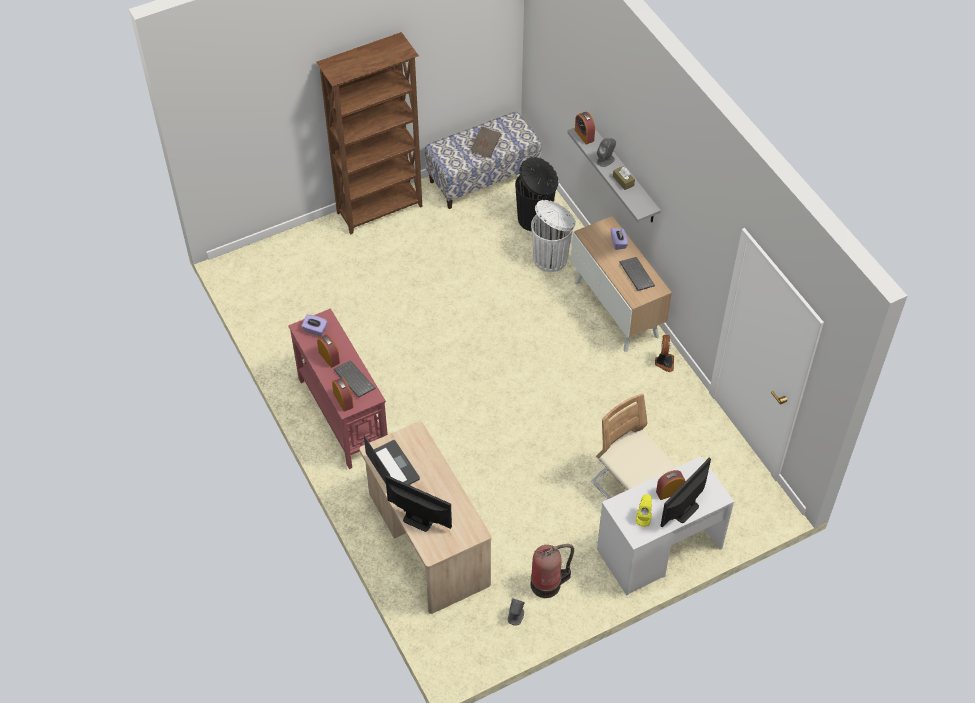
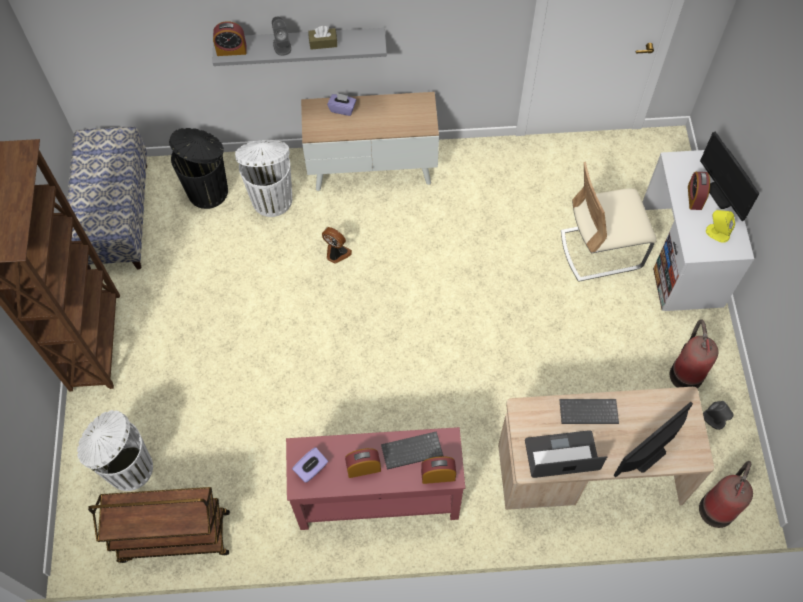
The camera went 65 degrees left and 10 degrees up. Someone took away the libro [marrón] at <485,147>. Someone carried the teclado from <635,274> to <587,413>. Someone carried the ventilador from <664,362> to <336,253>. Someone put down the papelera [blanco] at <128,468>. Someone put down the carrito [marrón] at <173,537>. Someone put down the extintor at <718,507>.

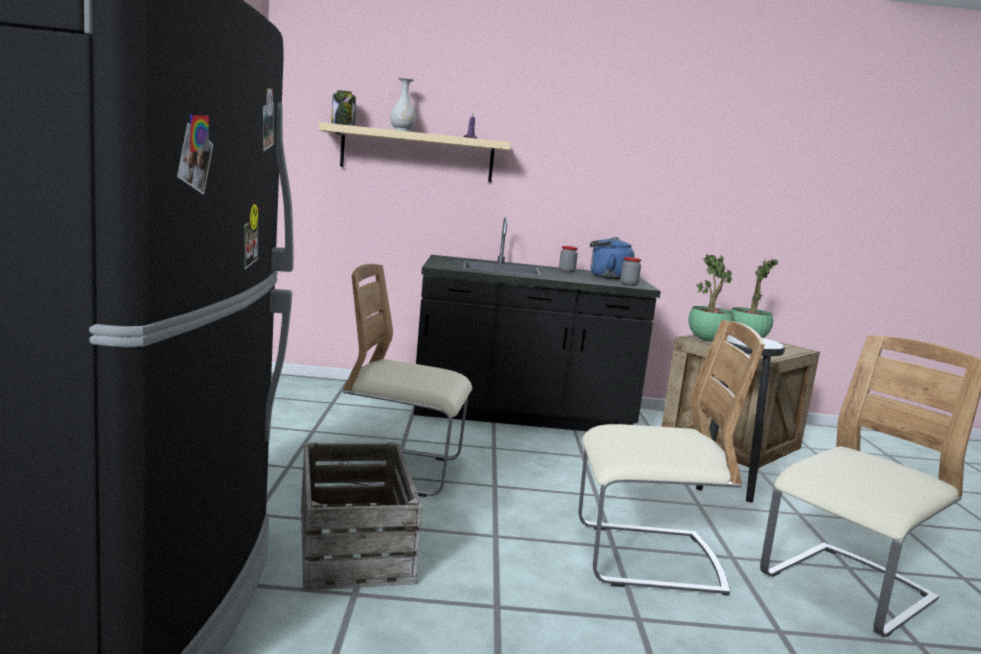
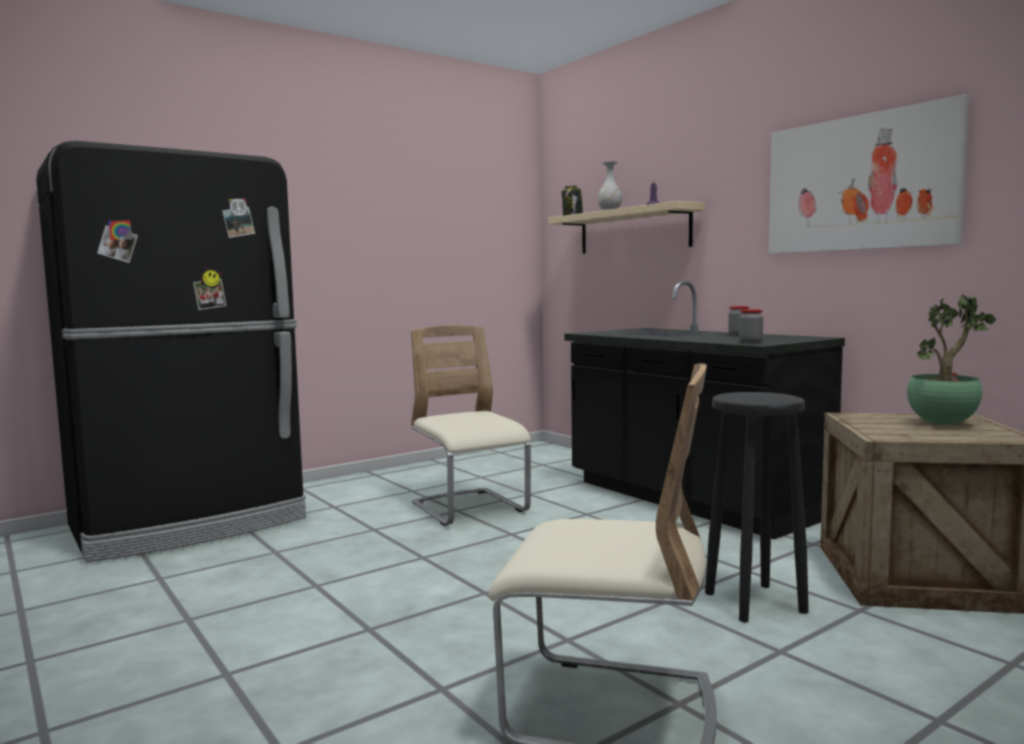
The camera went 55 degrees right and 5 degrees down. Someone took away the caja de embalaje at <352,544>. Someone took away the silla [beis] at <646,558>. Someone took away the hervidor [azul] at <606,277>. Someone took away the planta en maceta at <708,341>. Someone put up the cuadro at <859,183>.

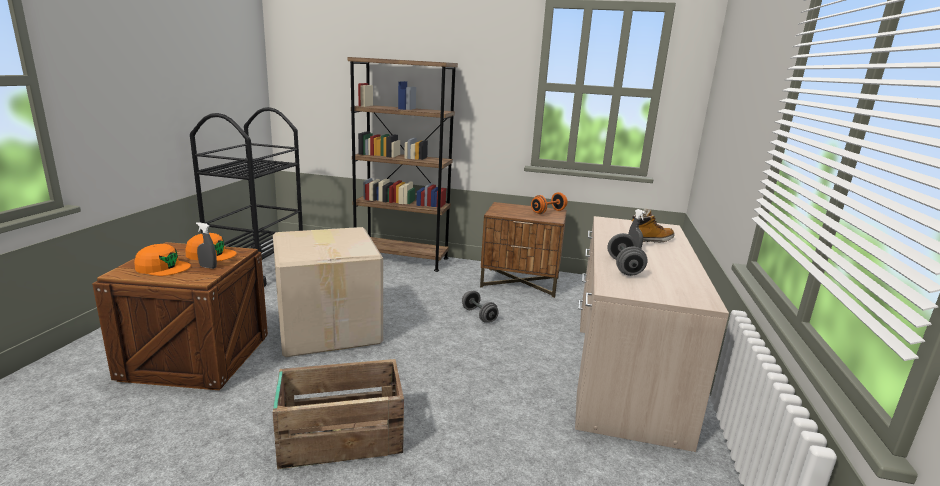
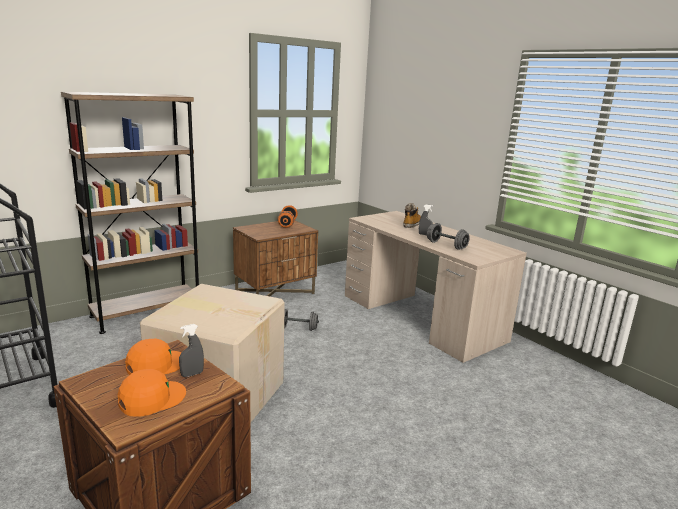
The camera went 50 degrees left and 0 degrees up. Someone took away the caja de embalaje at <339,437>.

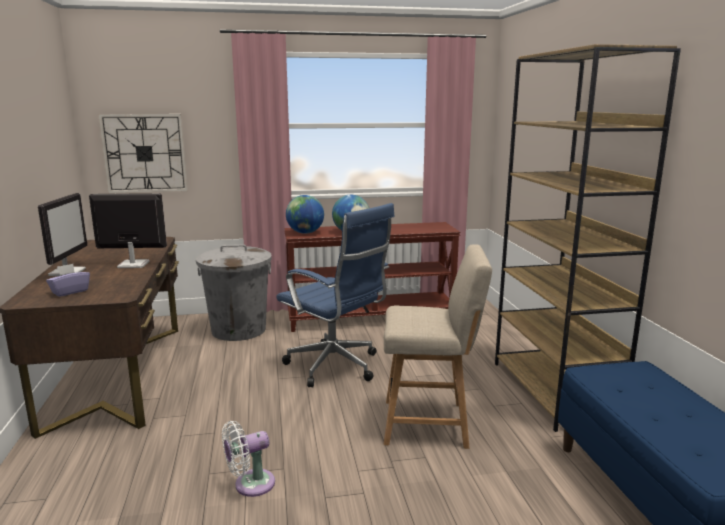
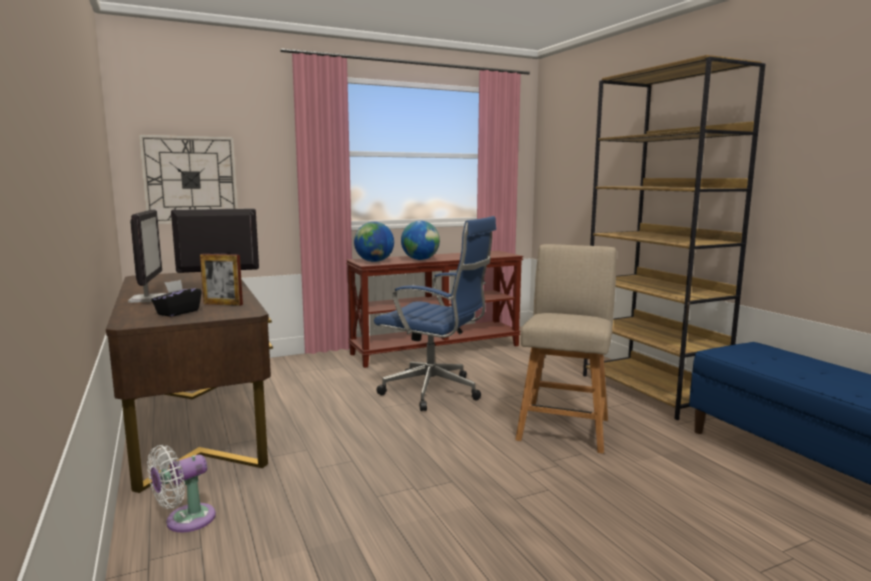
The camera went 15 degrees left and 5 degrees down. Someone repainted the caja de pañuelos [morado] at <70,291>, which became the caja de pañuelos [negro] at <178,312>. Someone took away the papelera [gris] at <238,330>. Someone carried the ventilador [blanco] from <250,484> to <185,521>. Someone rotated the silla [beis] at <430,423> by 60 degrees counterclockwise. Someone put down the portarretratos at <223,304>.

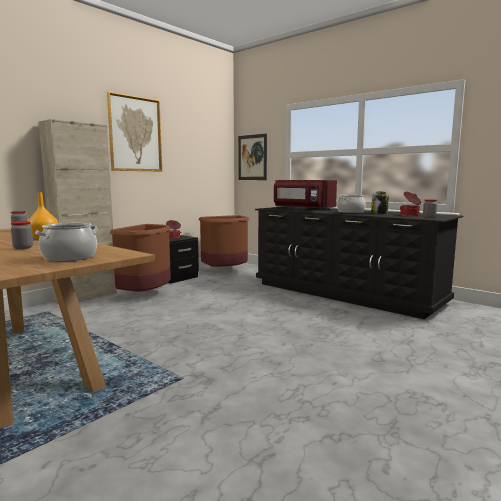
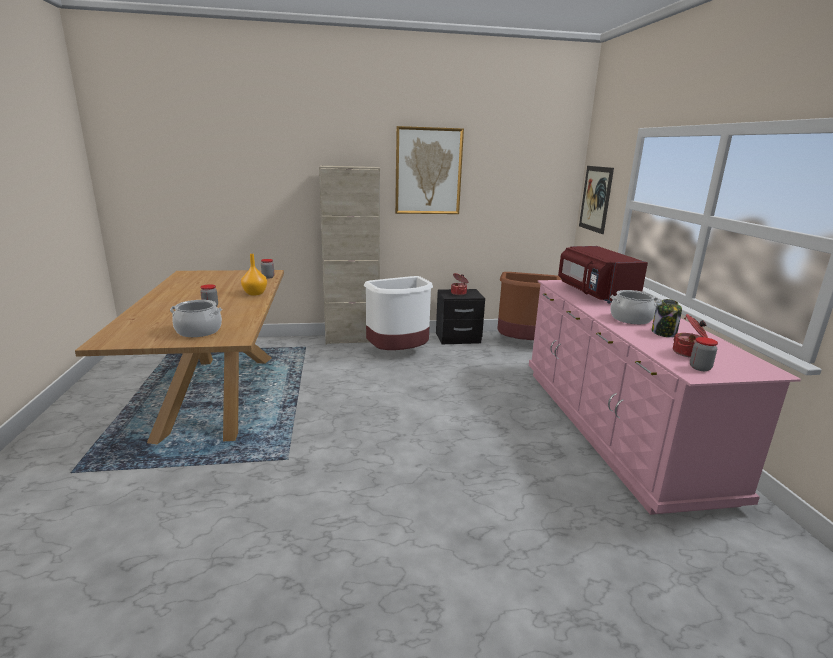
The camera went 40 degrees right and 10 degrees up. Someone repainted the papelera [marrón] at <146,295>, which became the papelera [blanco] at <399,352>. Someone repainted the cómoda [negro] at <345,293>, which became the cómoda [rosa] at <613,427>.

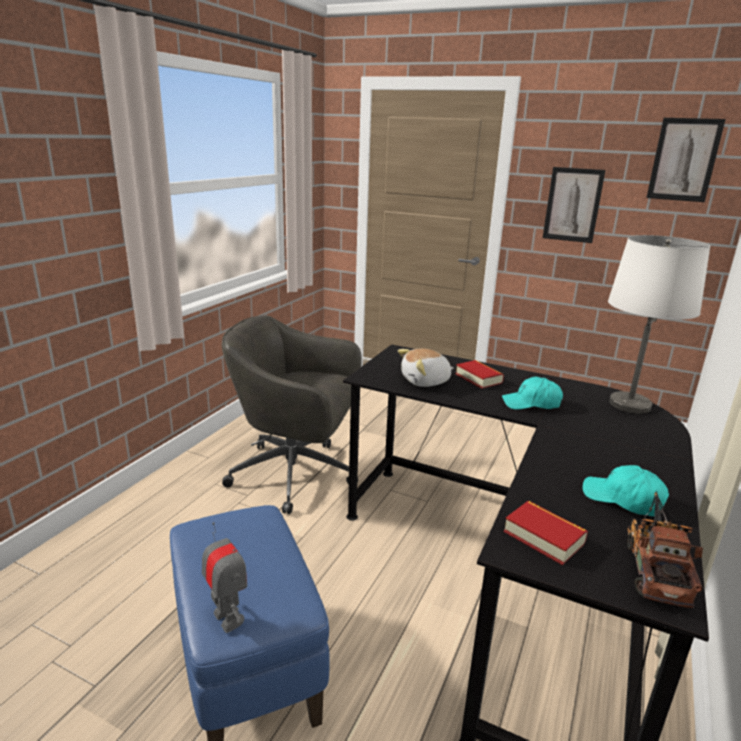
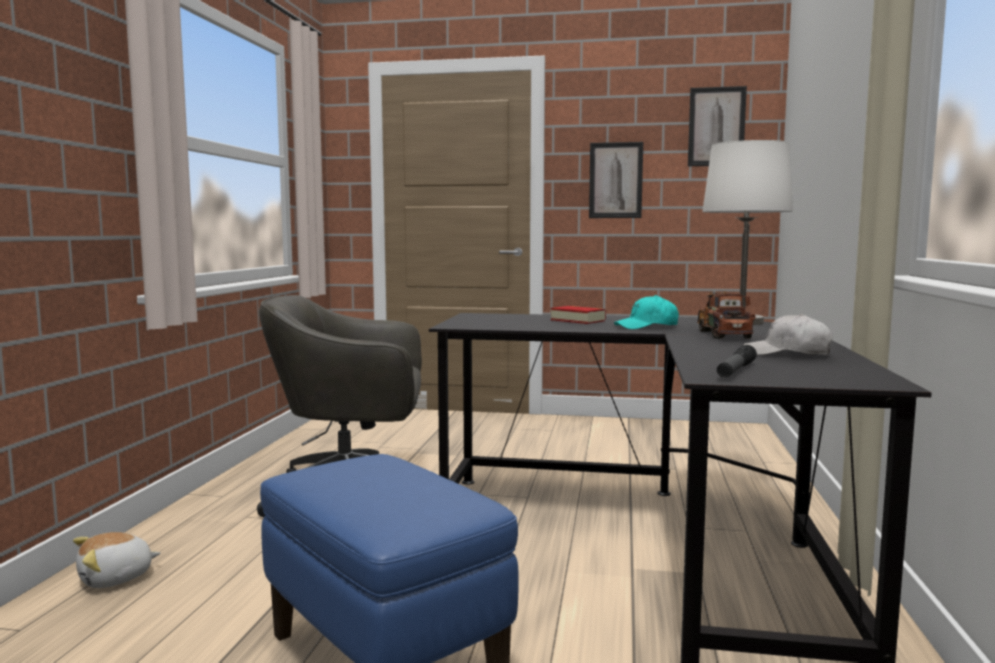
The camera went 15 degrees left and 15 degrees down. Someone took away the robot de juguete at <228,618>. Someone carried the peluche from <426,381> to <116,578>. Someone swapped the libro at <543,537> for the linterna at <736,371>. Someone repainted the gorra [turquesa] at <623,499>, which became the gorra [blanco] at <787,353>. Someone carried the camión de juguete from <655,566> to <722,333>.

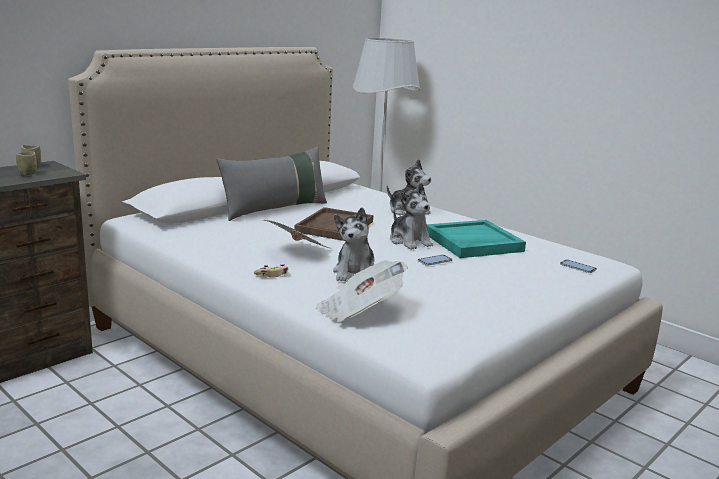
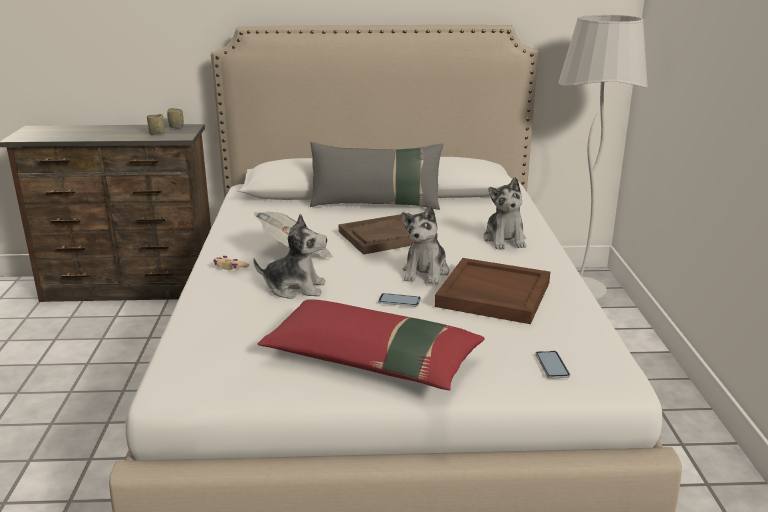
The camera went 45 degrees right and 5 degrees up. Someone took away the periódico at <359,311>. Someone rotated the peluche at <355,273> by 135 degrees counterclockwise. Someone repainted the bandeja [turquesa] at <473,242>, which became the bandeja [marrón] at <492,294>. Someone put down the cojín [rojo] at <371,360>.

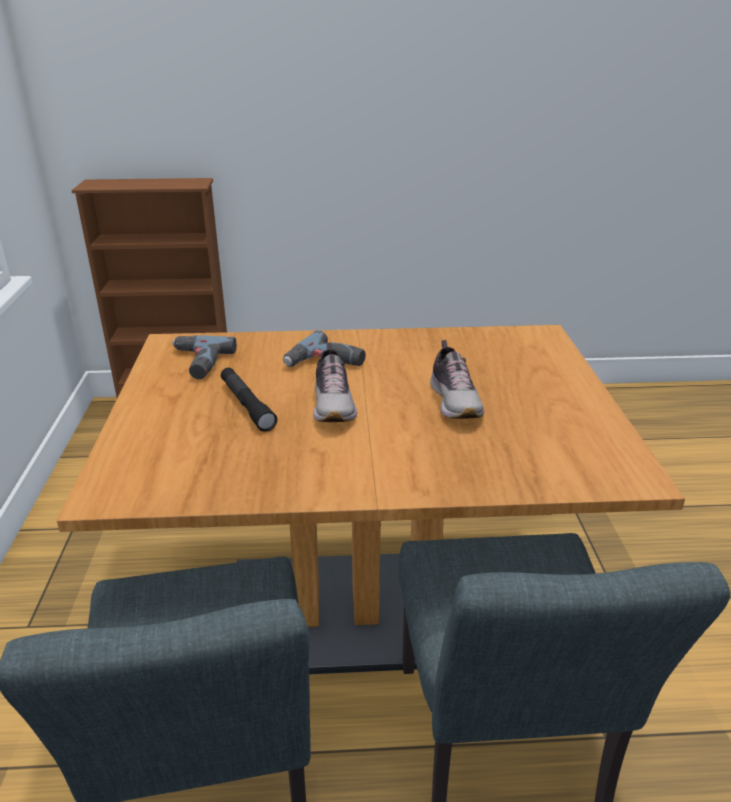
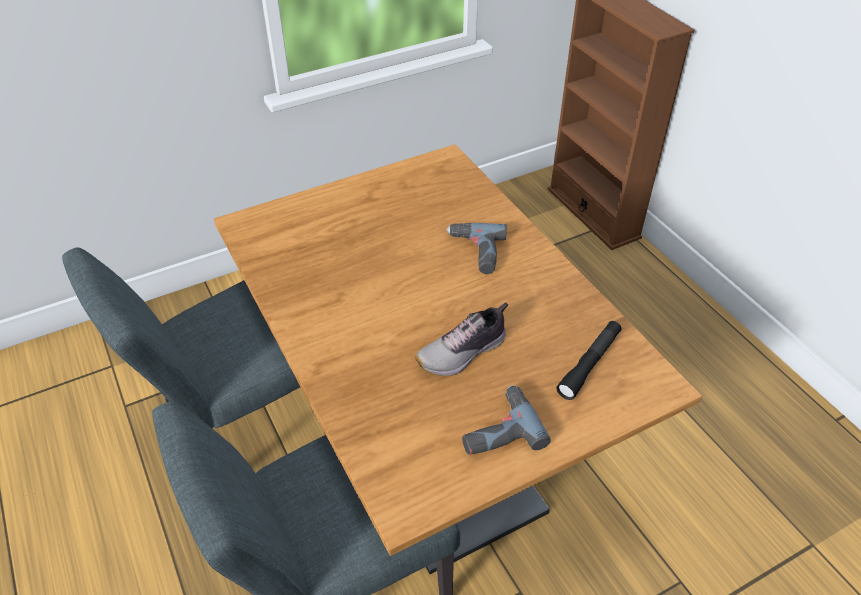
The camera went 65 degrees right and 15 degrees up. Someone carried the taladro from <196,363> to <497,428>. Someone carried the linterna [negro] from <247,405> to <589,364>. Someone took away the zapato at <334,404>.

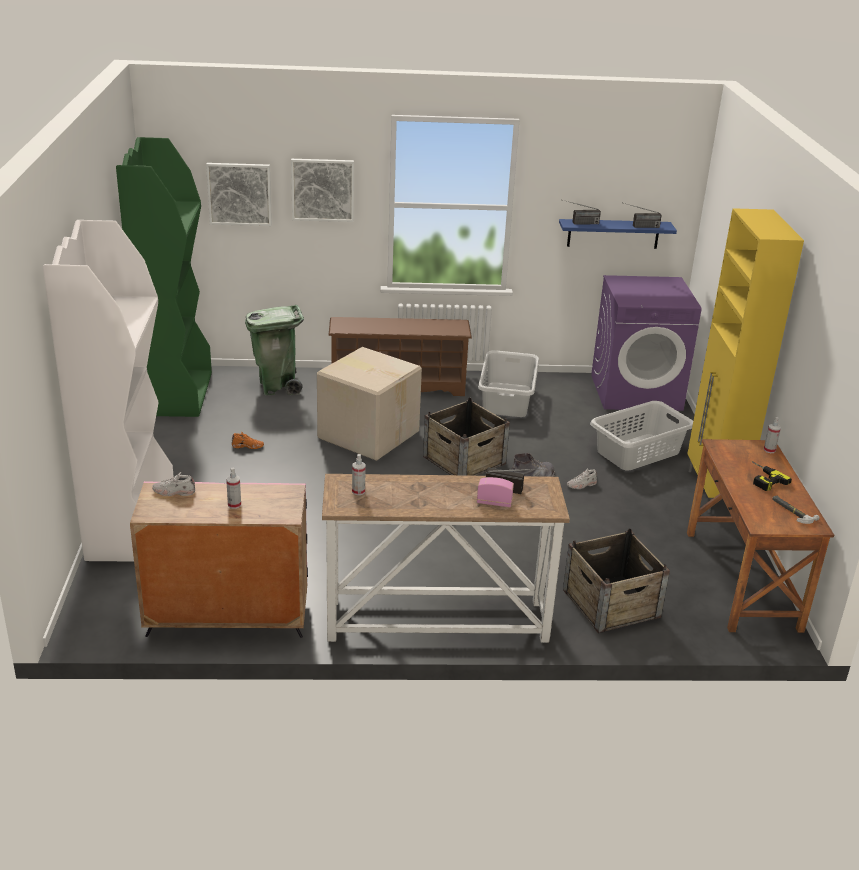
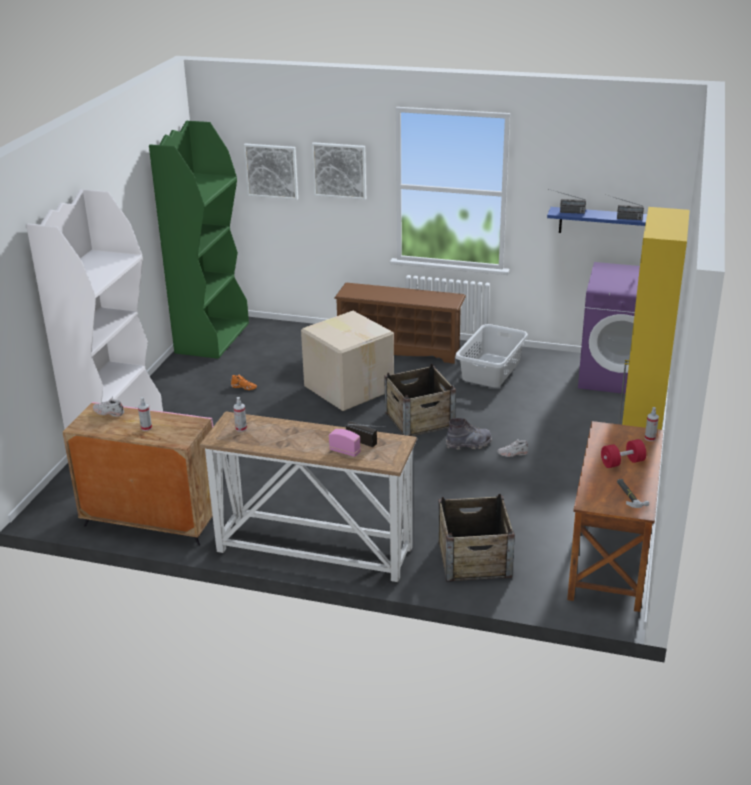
The camera went 20 degrees right and 0 degrees up. Someone took away the papelera [verde] at <277,386>. Someone took away the cesto de la ropa [gris] at <637,452>. Someone swapped the taladro at <762,478> for the mancuerna [rojo] at <622,462>.

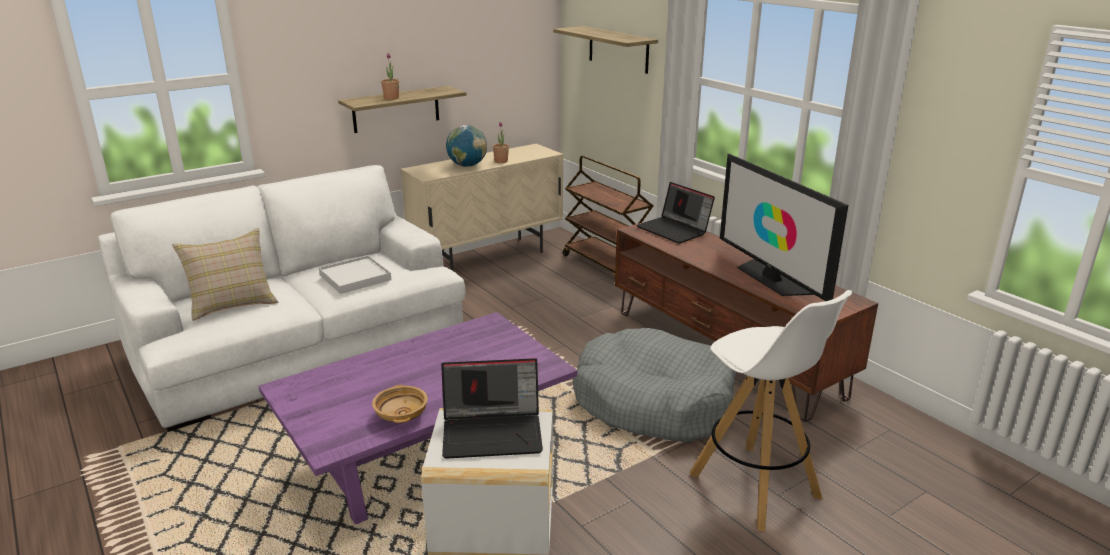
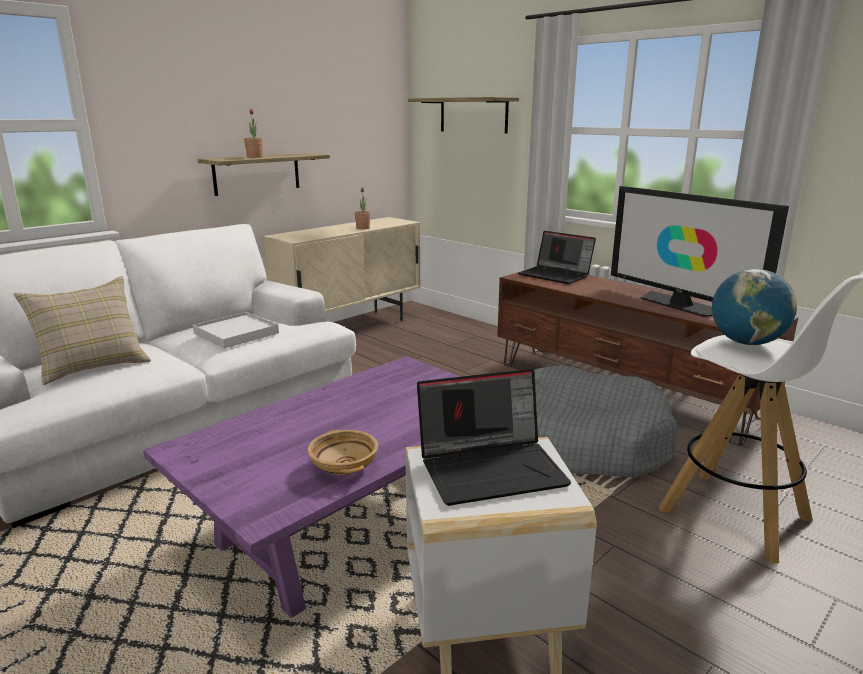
The camera went 10 degrees left and 5 degrees down. Someone carried the globo terráqueo from <467,166> to <746,343>. Someone took away the carrito [marrón] at <606,266>.

